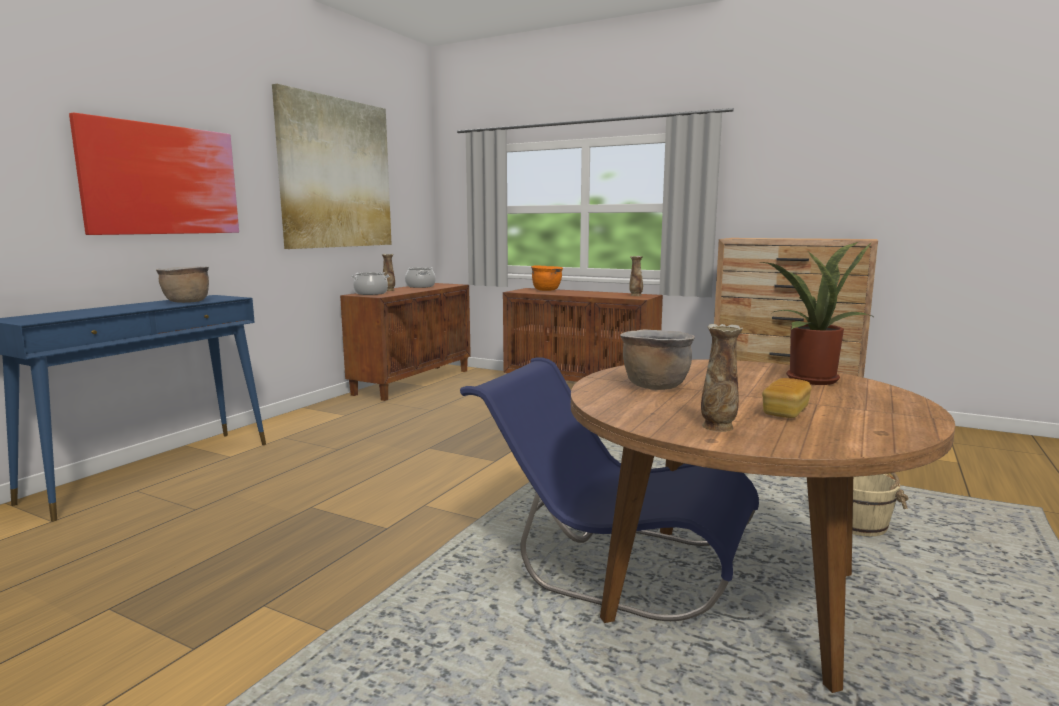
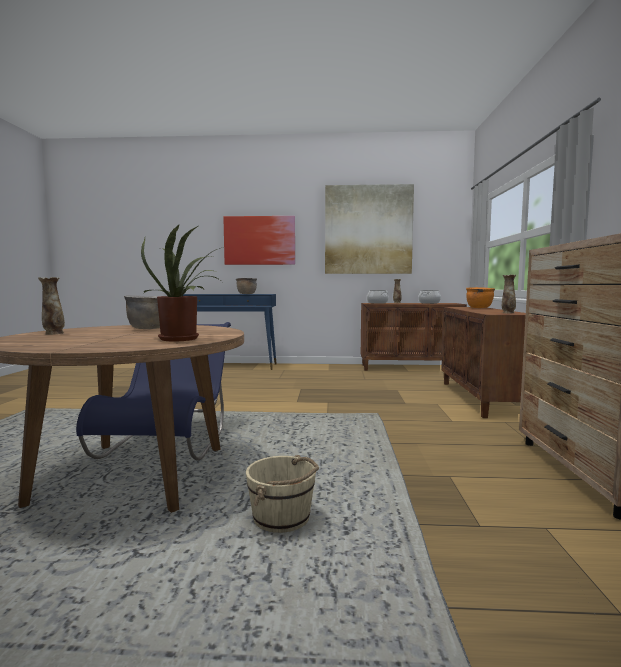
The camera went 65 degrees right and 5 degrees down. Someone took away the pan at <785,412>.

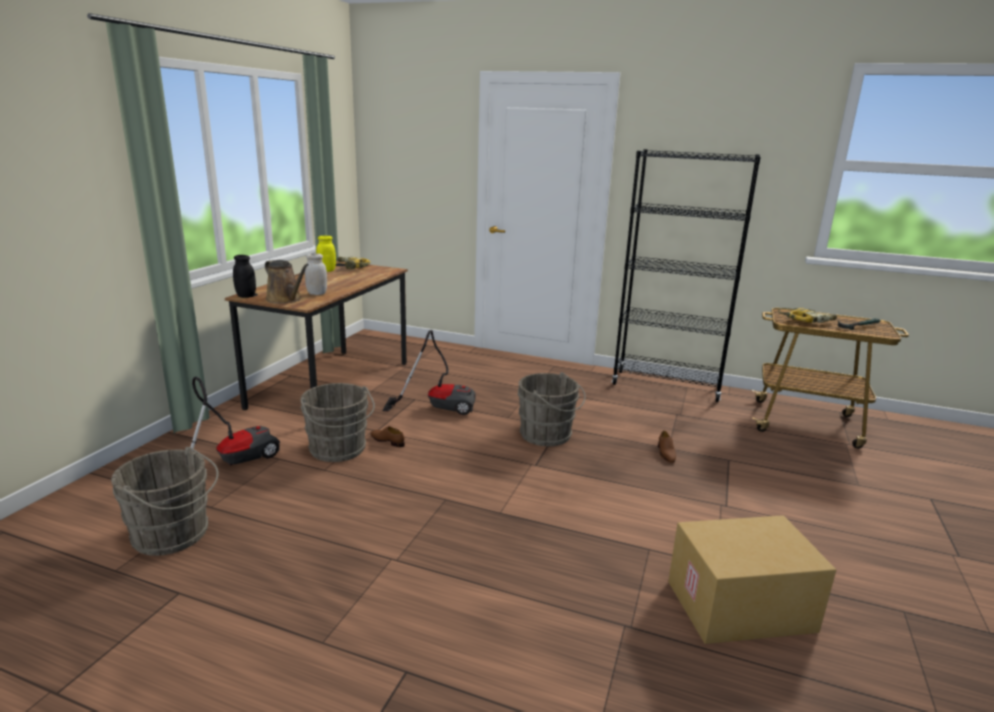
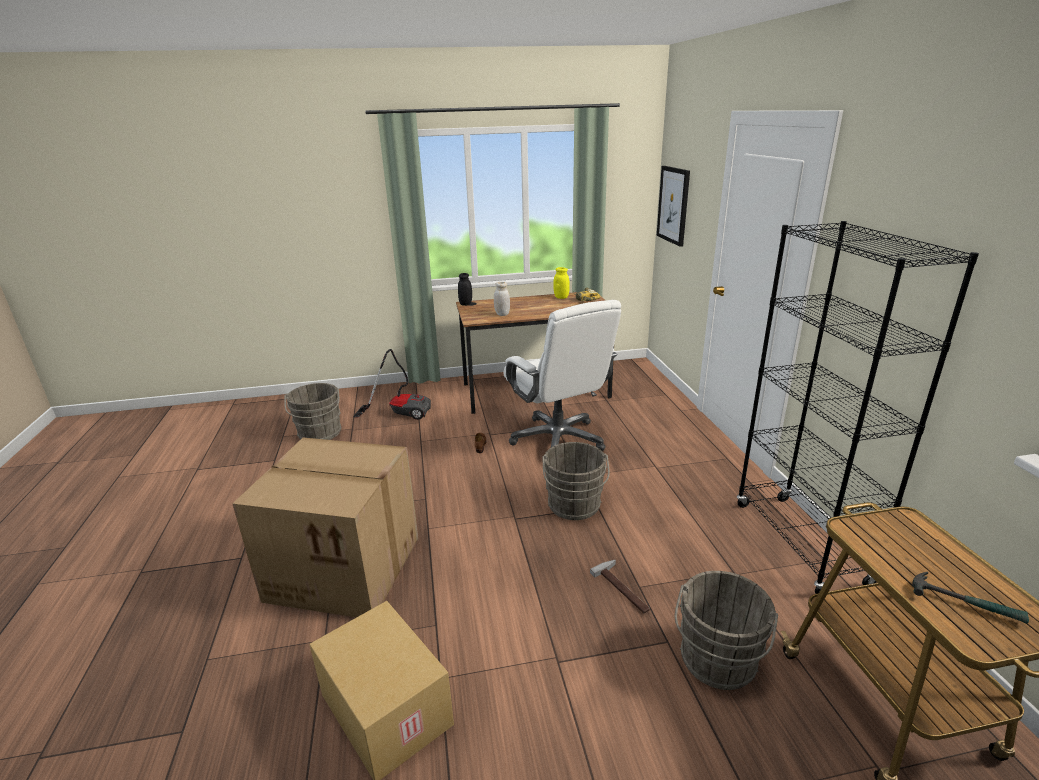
The camera went 60 degrees right and 5 degrees up. Someone took away the regadera [marrón] at <286,299>. Someone carried the cubo [gris] from <339,450> to <717,663>. Someone swapped the aspiradora at <439,406> for the silla de oficina [blanco] at <558,440>. Someone swapped the zapato [marrón] at <665,453> for the martillo at <624,588>. Someone took away the taladro at <807,320>. Someone put down the caja de cartón at <347,567>. Someone put up the cuadro at <673,205>.

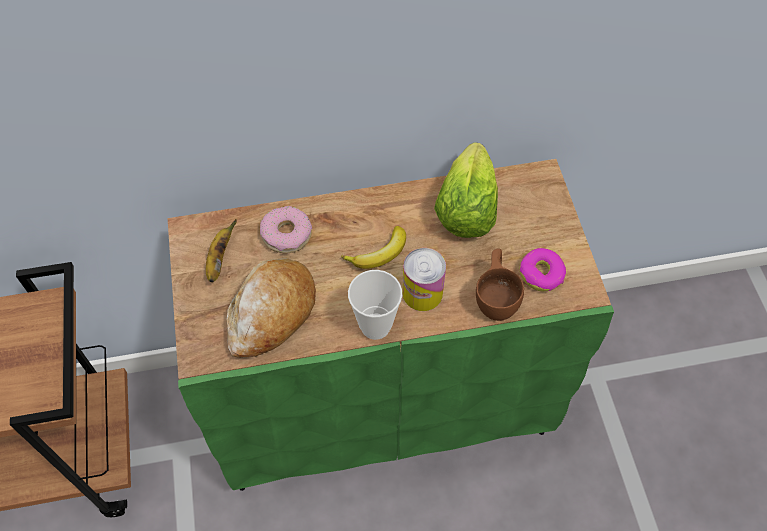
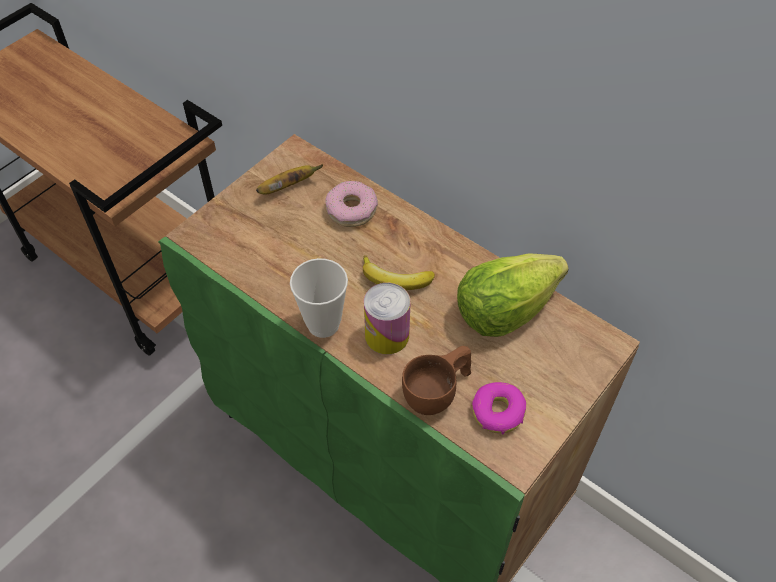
The camera went 50 degrees right and 5 degrees down. Someone took away the pan at <271,313>.

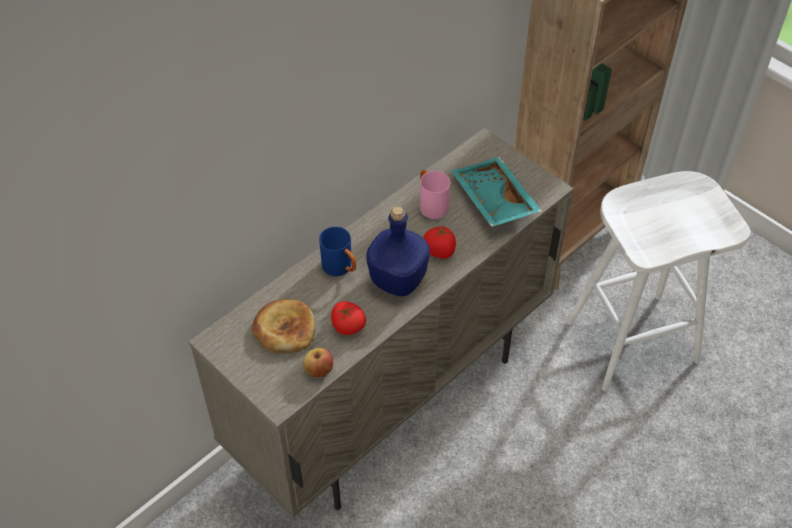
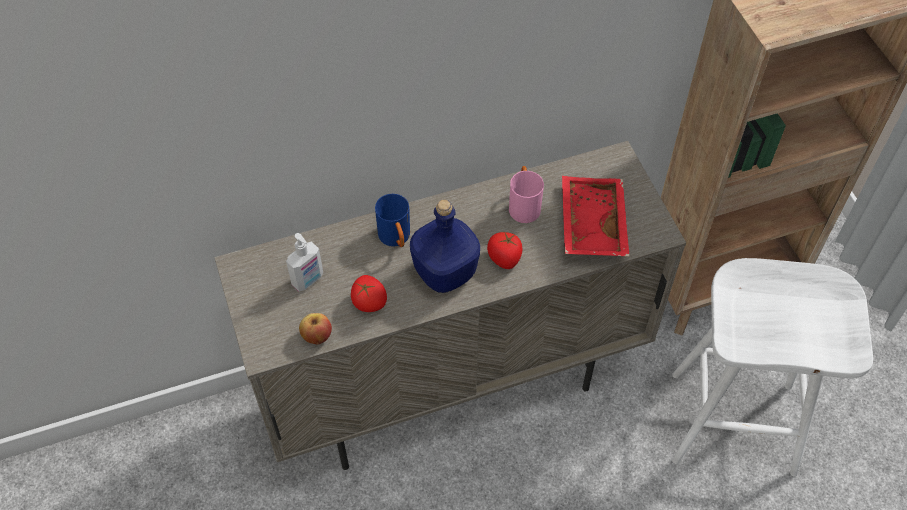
The camera went 25 degrees right and 5 degrees up. Someone swapped the pan at <285,329> for the dispensador de jabón at <308,280>. Someone repainted the bandeja [turquesa] at <492,200>, which became the bandeja [rojo] at <590,224>.

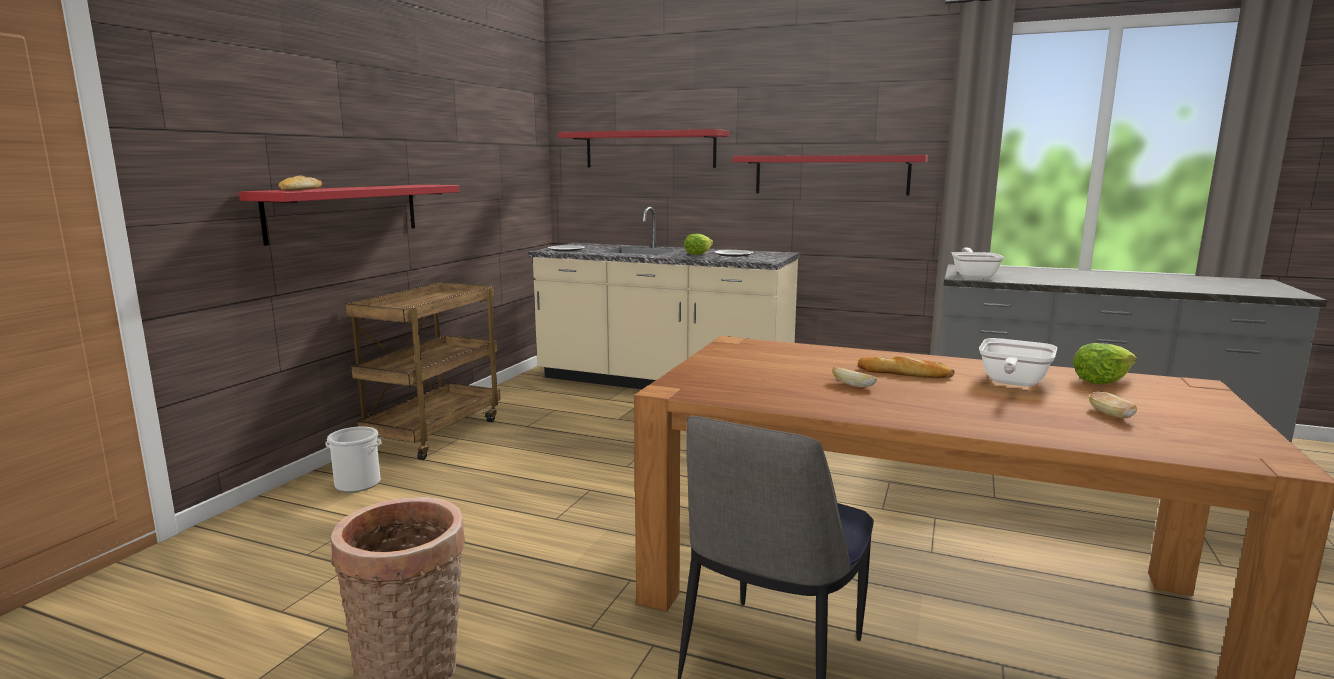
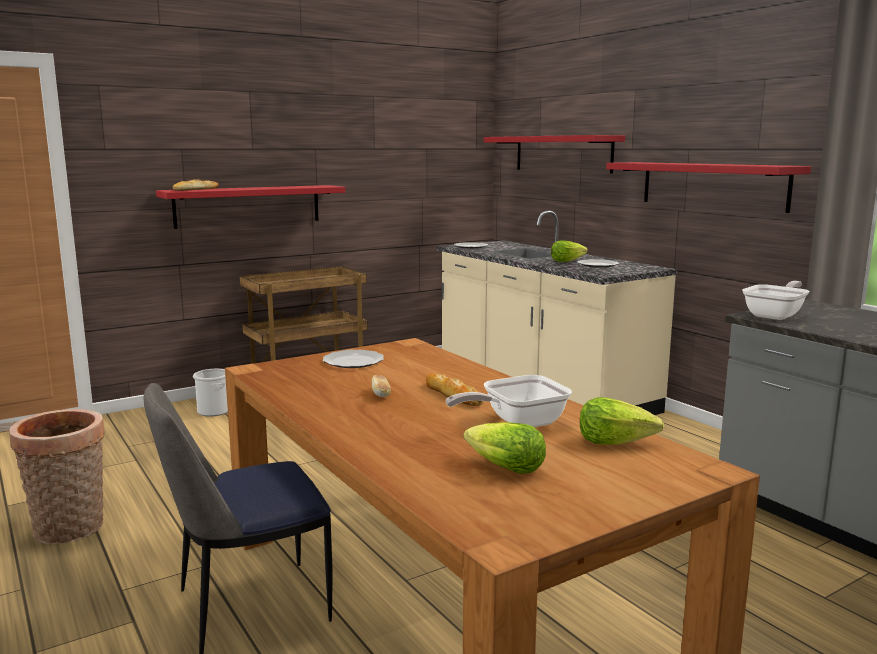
The camera went 35 degrees right and 0 degrees up. Someone swapped the pan at <1110,415> for the lechuga at <504,468>. Someone put down the plato at <353,361>.

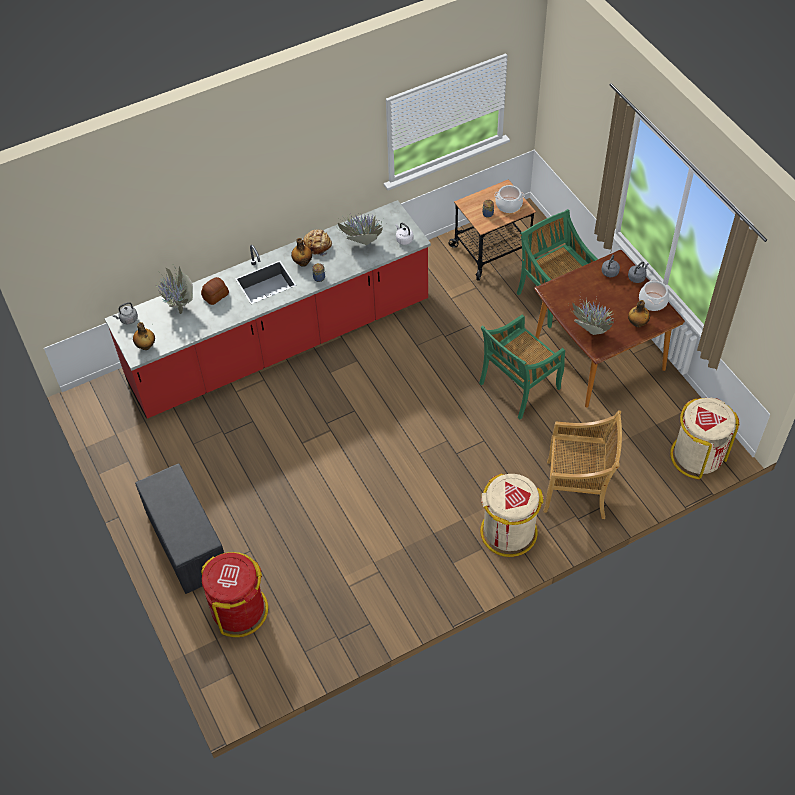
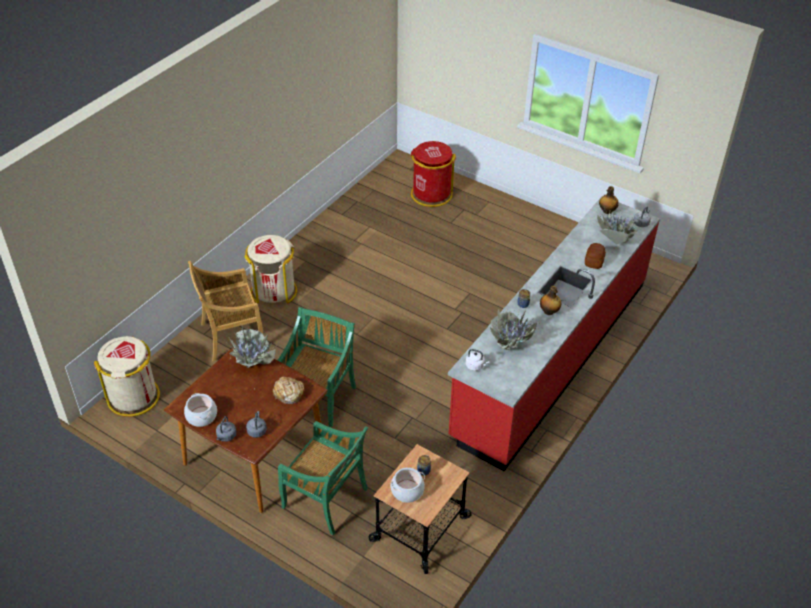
The camera went 150 degrees right and 10 degrees down. Someone took away the banco [gris] at <186,542>. Someone carried the pan from <318,245> to <288,393>. Someone took away the botella at <637,323>.

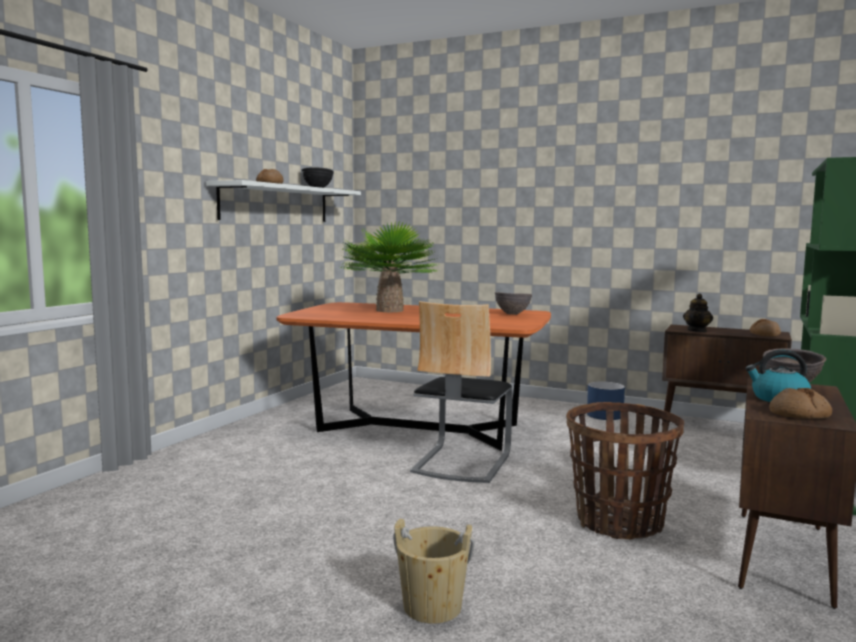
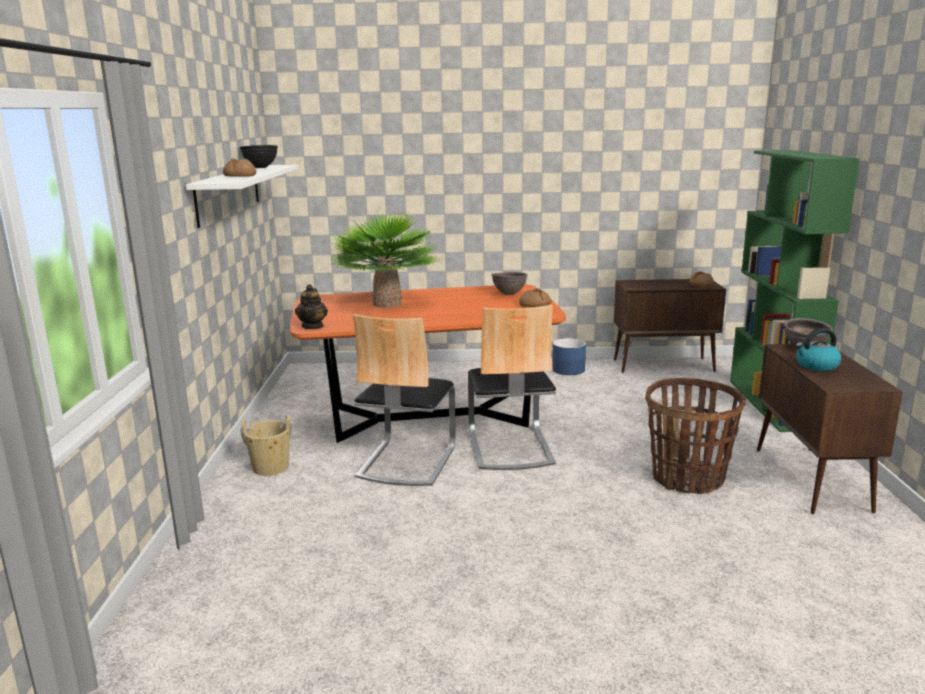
The camera went 25 degrees left and 10 degrees up. Someone carried the cubo [beis] from <432,607> to <271,467>. Someone carried the tetera from <697,331> to <313,326>. Someone carried the pan from <799,415> to <535,305>. Someone put down the silla at <406,461>.

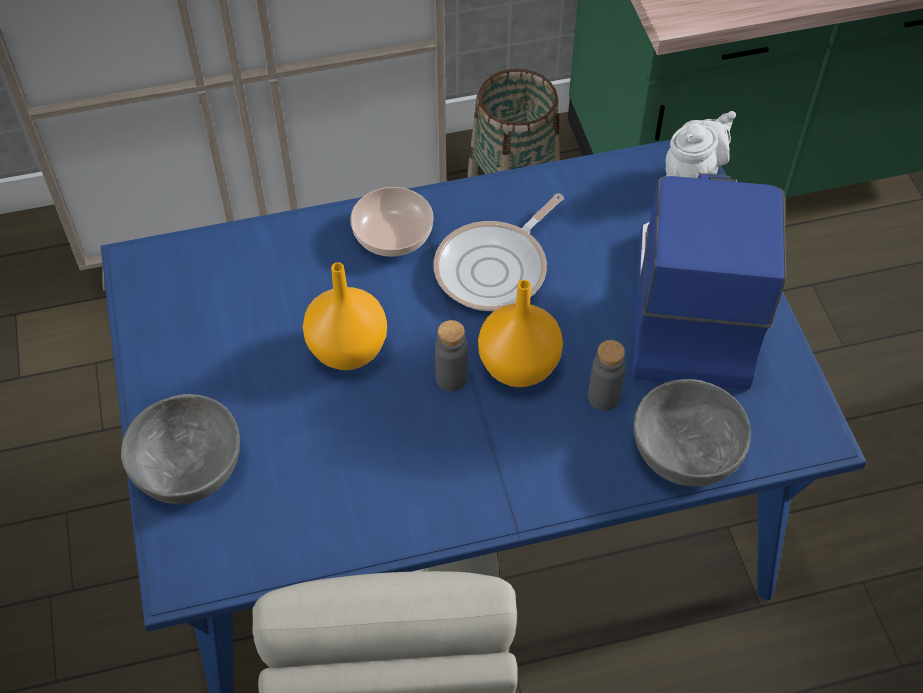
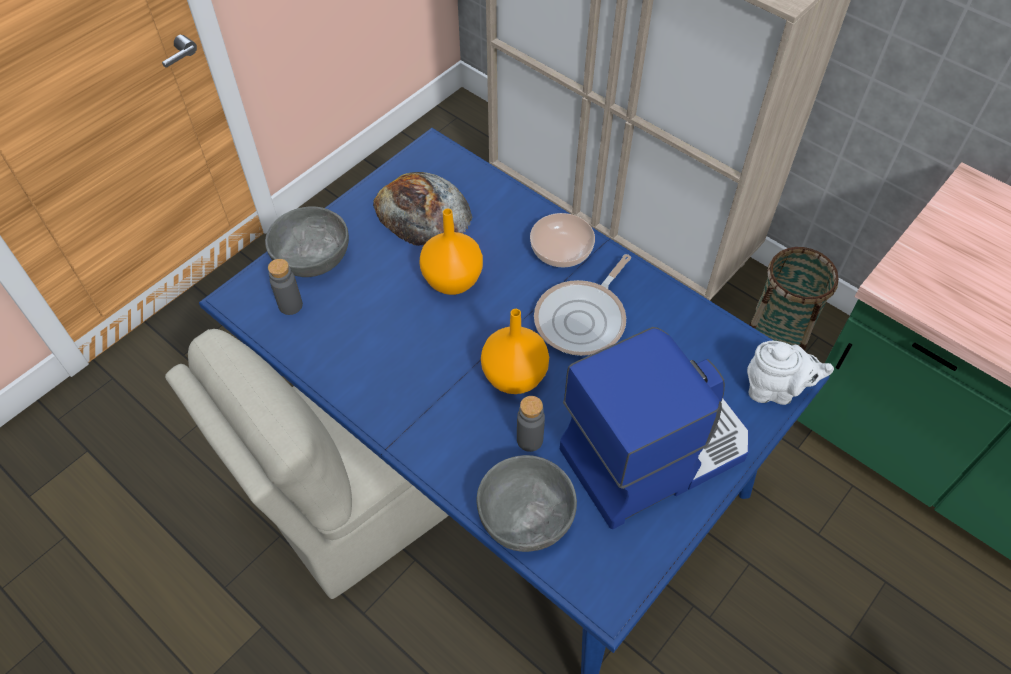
The camera went 55 degrees right and 0 degrees up. Someone rotated the sartén at <496,268> by 60 degrees counterclockwise. Someone carried the botella [gris] from <451,378> to <290,305>. Someone put down the pan at <422,210>.

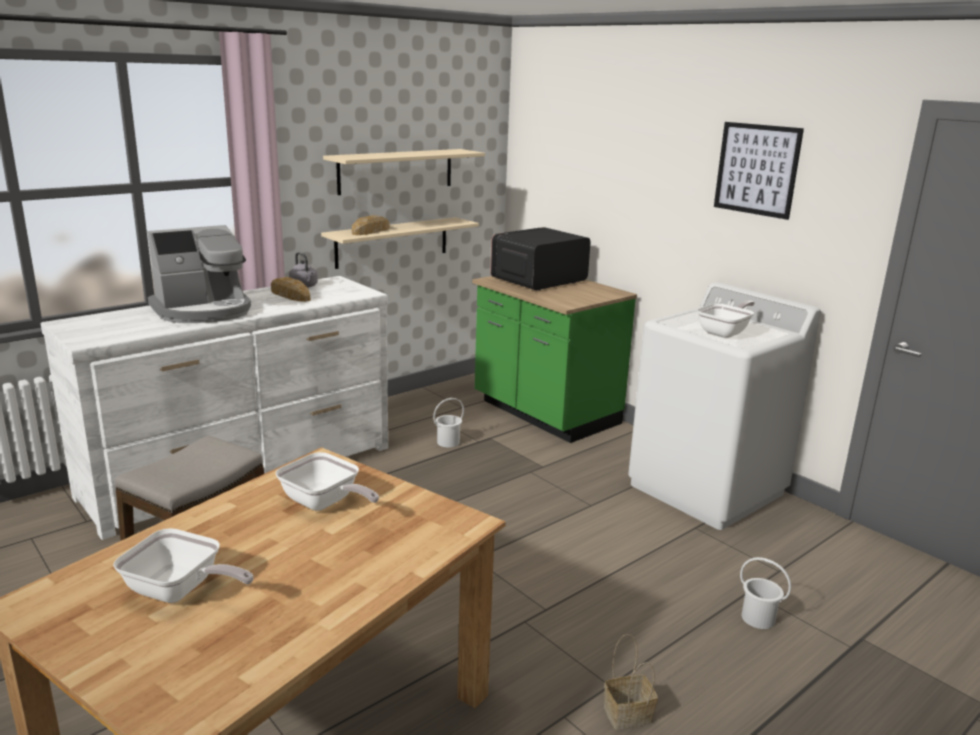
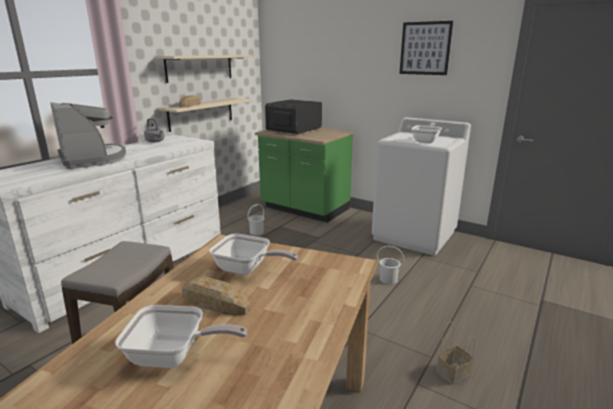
The camera went 15 degrees left and 0 degrees up. Someone rotated the cafetera at <203,311> by 75 degrees counterclockwise. Someone carried the pan from <290,295> to <214,302>. Someone carried the cubo [blanco] from <758,618> to <388,279>.

